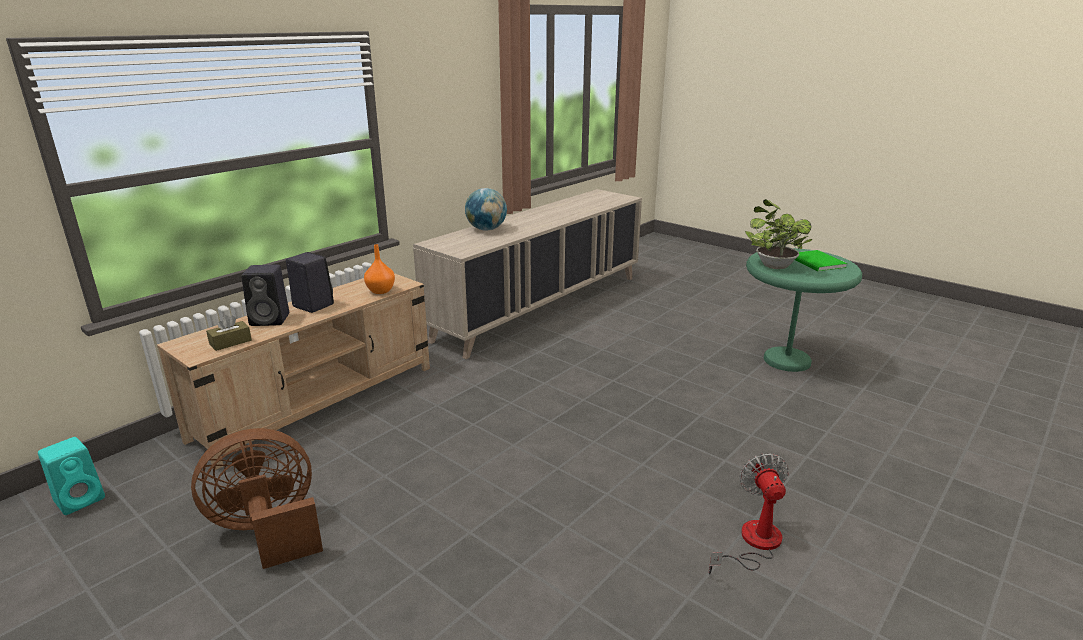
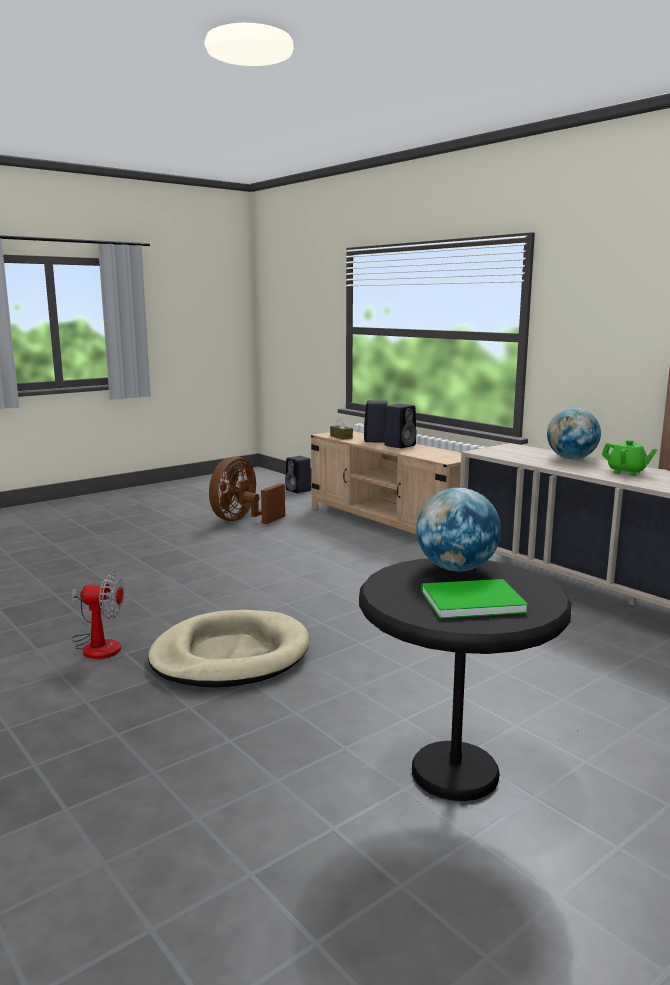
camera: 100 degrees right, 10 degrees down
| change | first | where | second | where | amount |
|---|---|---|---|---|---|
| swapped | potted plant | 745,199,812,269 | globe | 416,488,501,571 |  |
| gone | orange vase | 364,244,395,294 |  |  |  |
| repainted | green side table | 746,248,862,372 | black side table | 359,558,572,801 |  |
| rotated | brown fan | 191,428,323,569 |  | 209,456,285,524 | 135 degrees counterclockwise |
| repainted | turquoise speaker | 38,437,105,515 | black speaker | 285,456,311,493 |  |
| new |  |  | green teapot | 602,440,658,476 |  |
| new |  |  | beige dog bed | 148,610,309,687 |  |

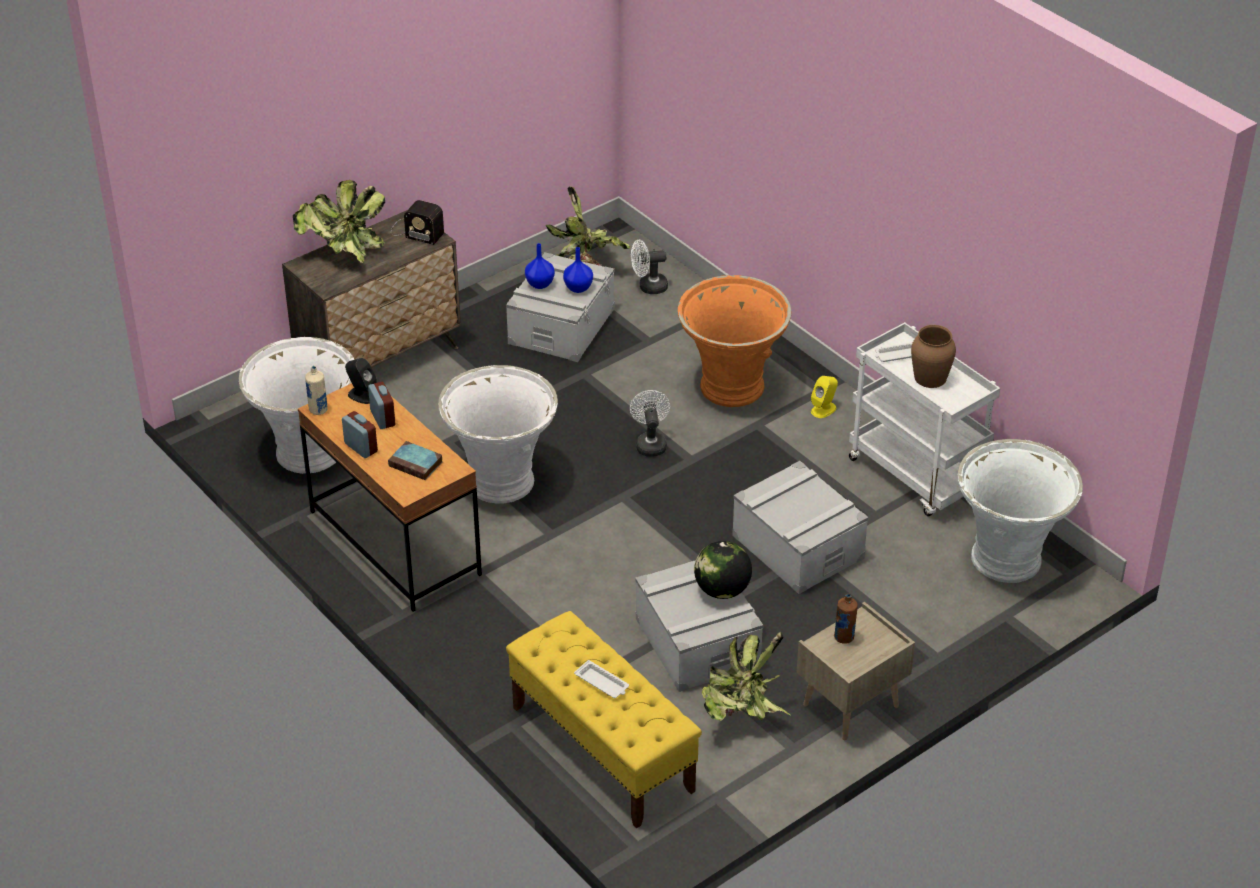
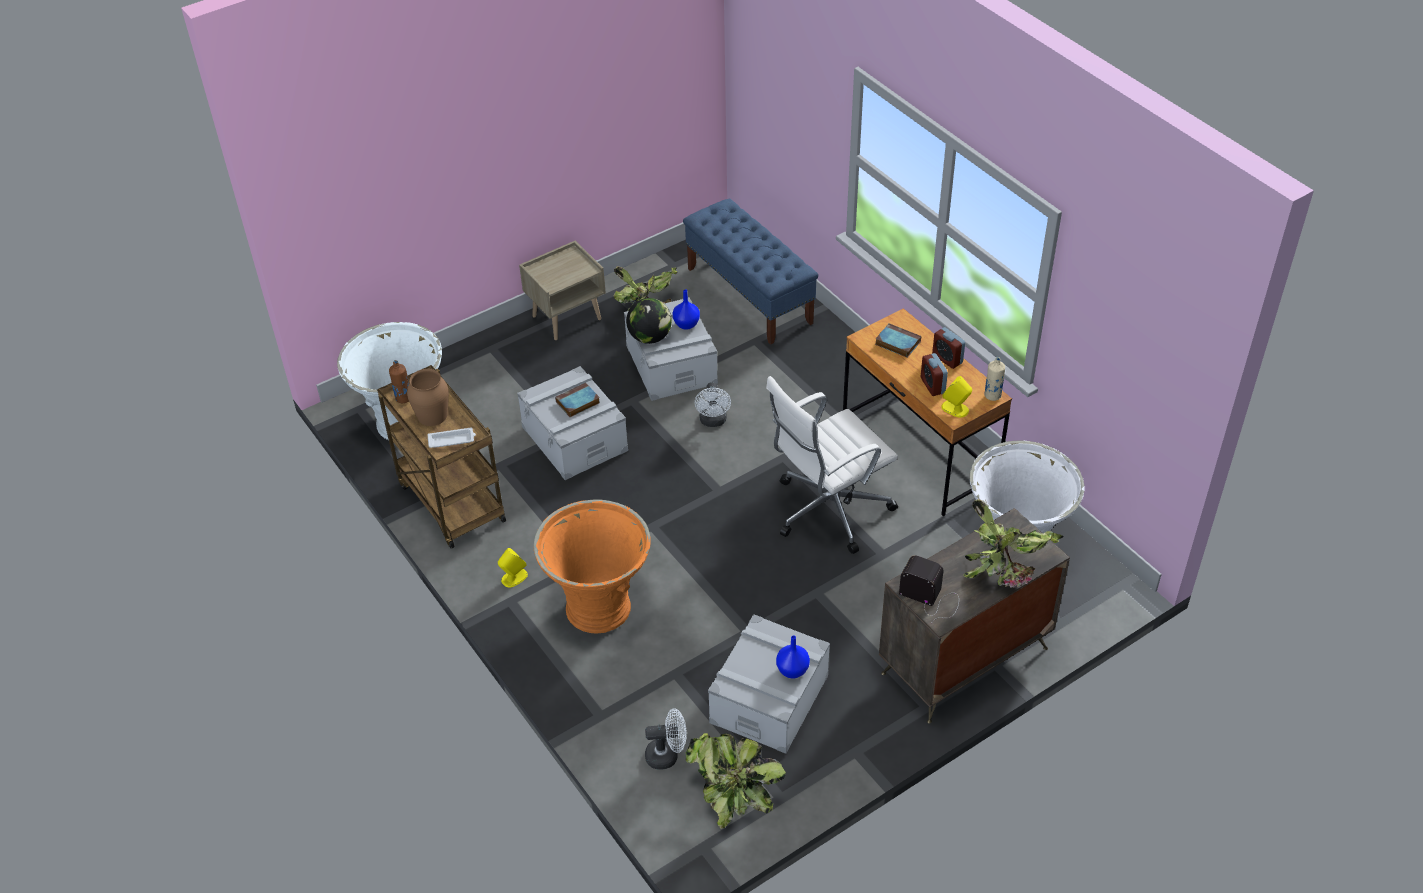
camera: 175 degrees left, 5 degrees up
| change | first | where | second | where | amount |
|---|---|---|---|---|---|
| shifted | blue vase | 563,247,593,293 |  | 672,289,700,330 |  |
| repainted | white cart | 849,322,1000,516 | brown cart | 377,365,506,549 |  |
| repainted | black speaker | 345,358,377,404 | yellow speaker | 941,376,972,418 |  |
| swapped | white planter | 438,365,558,504 | white office chair | 766,376,898,554 |  |
| shifted | white fan | 630,390,670,457 |  | 695,382,731,427 |  |
| shifted | brown bottle | 834,594,858,644 |  | 389,360,409,403 |  |
| repainted | yellow bench | 506,611,702,828 | blue bench | 683,198,818,345 |  |
| gone | white tray | 574,660,629,698 |  |  |  |
| new |  |  | book | 555,383,600,417 |  |

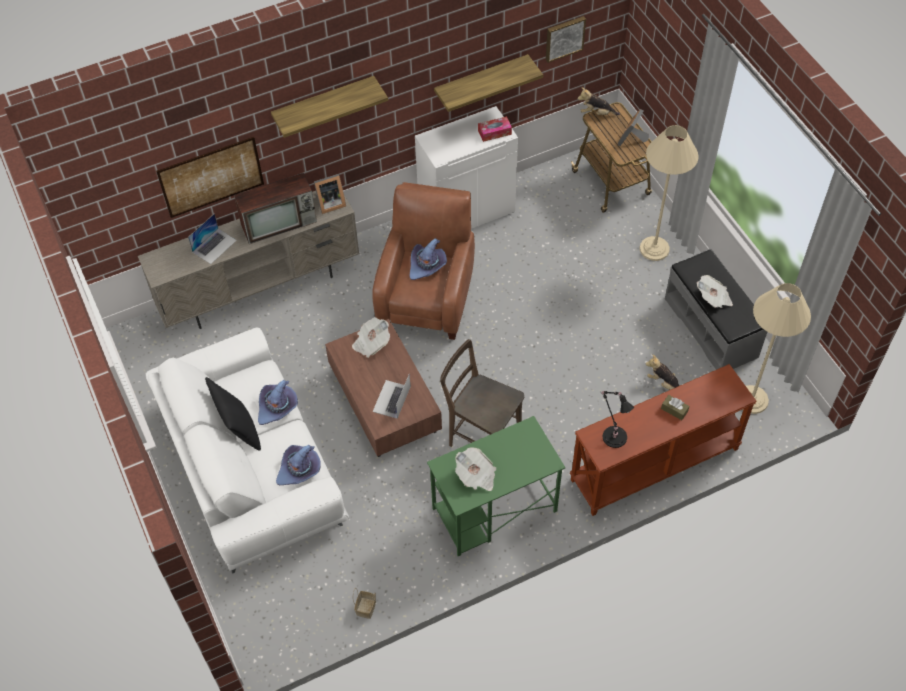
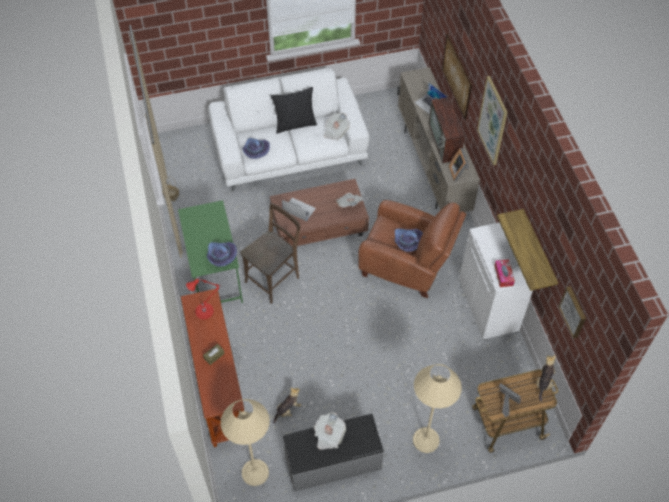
camera: 100 degrees right, 0 degrees up
| change | first | where | second | where | amount |
|---|---|---|---|---|---|
| swapped | shelf | 271,76,388,138 | picture | 477,76,508,165 |  |
| shifted | purple hat | 258,380,298,425 |  | 207,242,237,267 |  |
| repainted | black table lamp | 601,391,634,448 | red table lamp | 186,277,221,319 |  |
| shifted | newspaper | 455,447,496,491 |  | 324,113,350,141 |  |

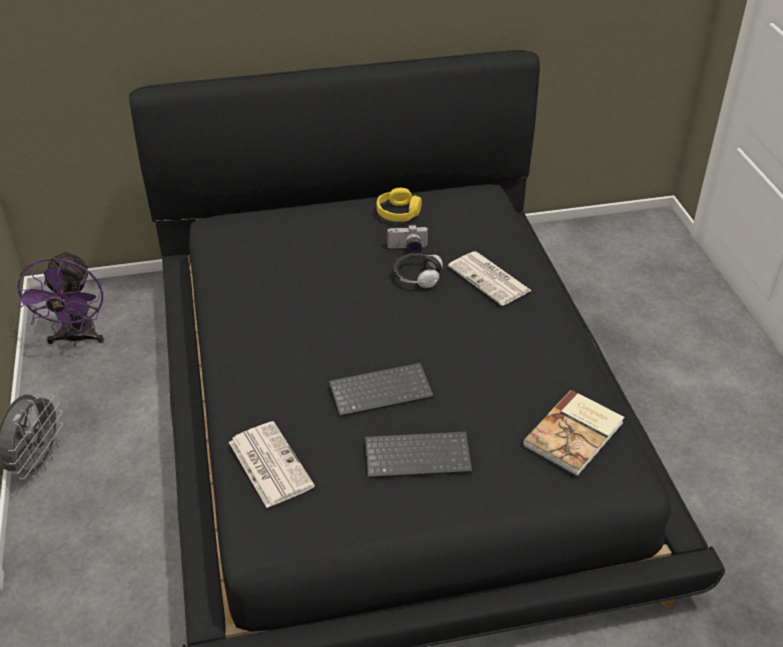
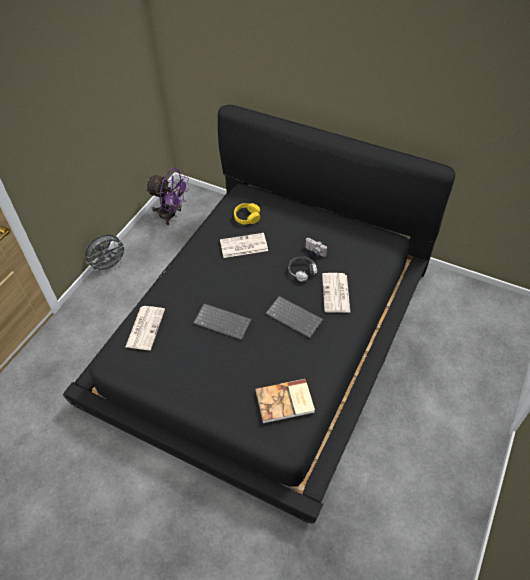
camera: 40 degrees right, 10 degrees up
| change | first | where | second | where | amount |
|---|---|---|---|---|---|
| shifted | yellow headphones | 376,188,422,222 |  | 234,203,260,225 |  |
| rotated | purple fan | 15,250,104,346 |  | 146,168,189,225 | 105 degrees counterclockwise |
| shifted | keyboard | 365,432,472,479 |  | 265,296,323,338 |  |
| new |  |  | newspaper | 220,233,268,258 |  |

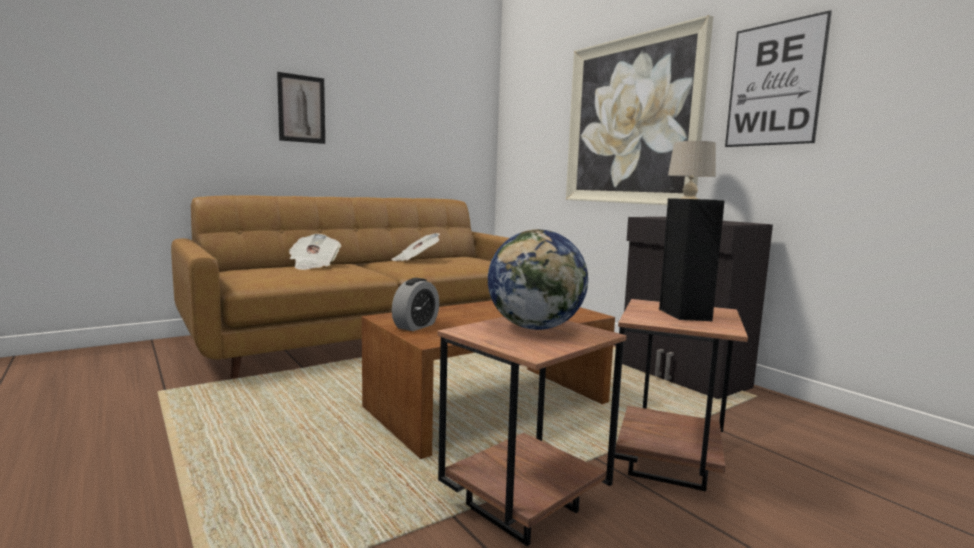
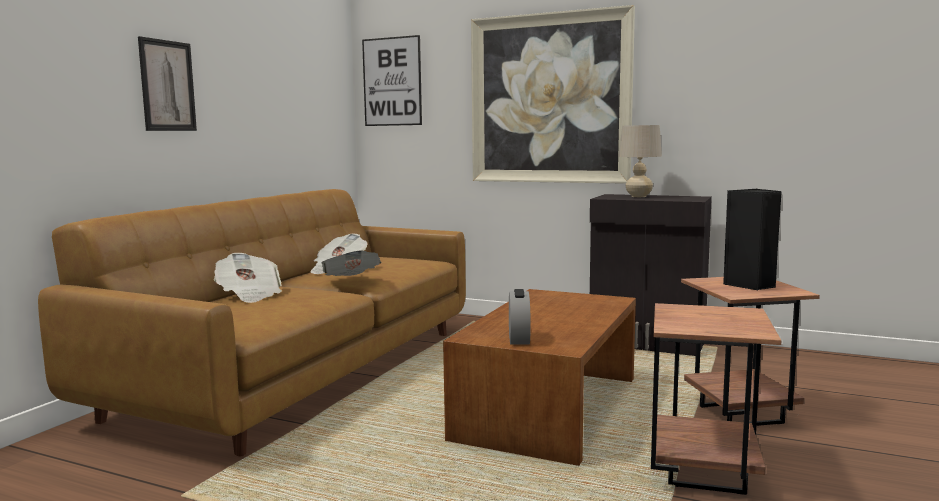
camera: 30 degrees left, 0 degrees up
| change | first | where | second | where | amount |
|---|---|---|---|---|---|
| shifted | picture | 725,10,832,147 |  | 362,35,422,126 |  |
| gone | globe | 488,229,588,330 |  |  |  |
| new |  |  | newspaper | 321,251,381,276 |  |

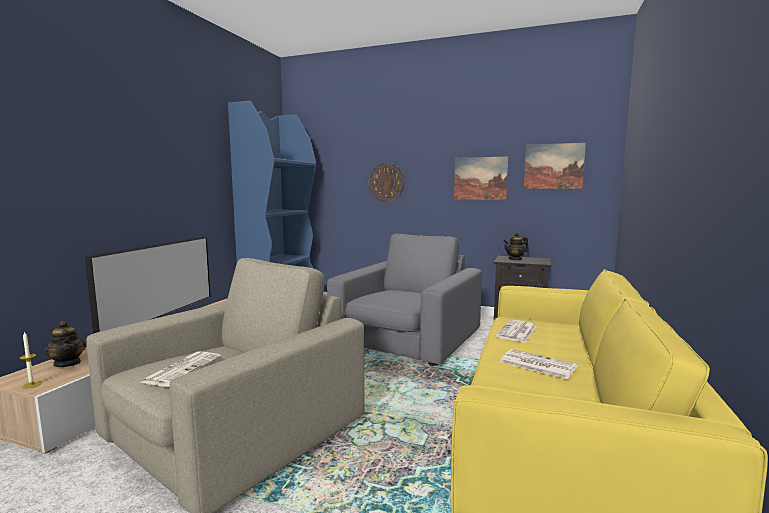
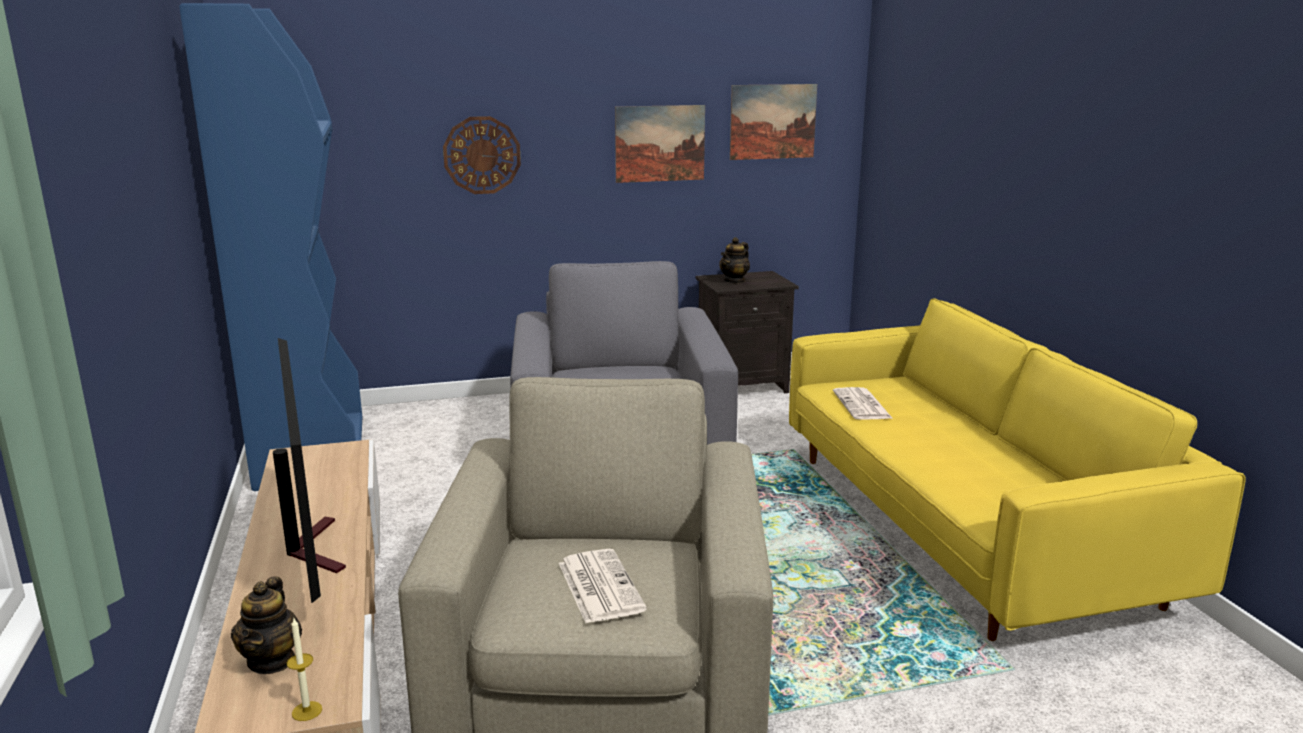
camera: 35 degrees left, 10 degrees up
| change | first | where | second | where | amount |
|---|---|---|---|---|---|
| rotated | teapot | 44,321,86,367 |  | 231,577,302,674 | 75 degrees clockwise |
| gone | newspaper | 500,349,577,379 |  |  |  |

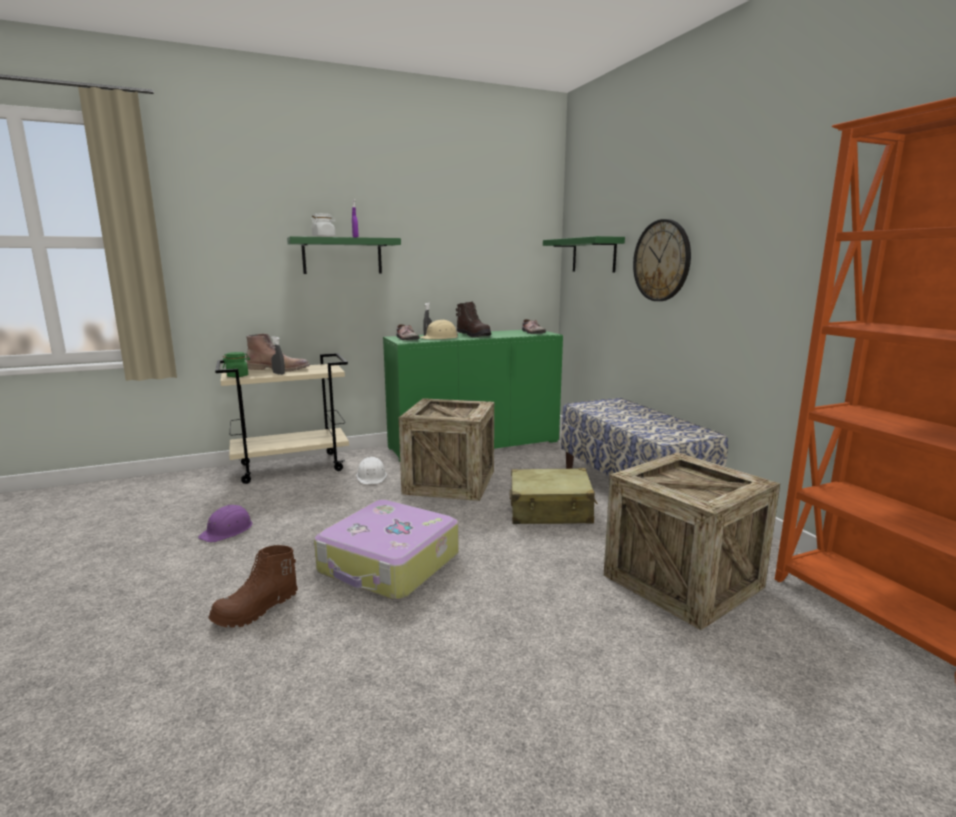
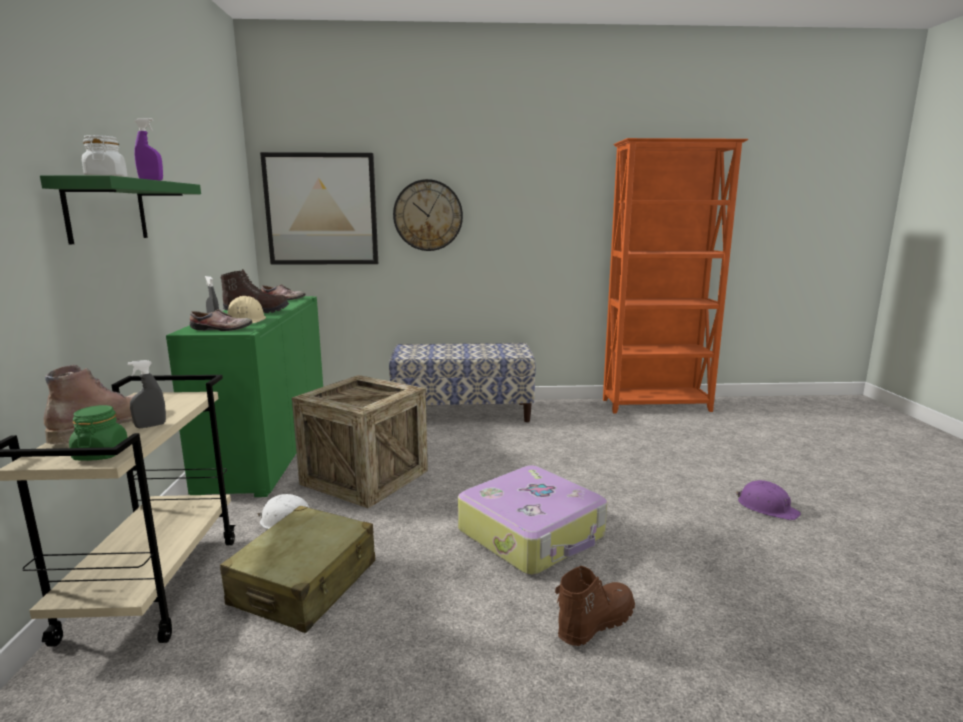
camera: 70 degrees left, 0 degrees up
| change | first | where | second | where | amount |
|---|---|---|---|---|---|
| swapped | green shelf | 543,236,625,273 | picture | 260,152,378,265 |  |
| gone | crate | 604,452,780,630 |  |  |  |
| shifted | beige suitcase | 510,468,598,524 |  | 220,506,375,633 |  |
| shifted | purple hard hat | 198,505,252,542 |  | 736,480,801,520 |  |
| rotated | brown boot | 209,545,298,627 |  | 555,566,635,646 | 105 degrees counterclockwise |

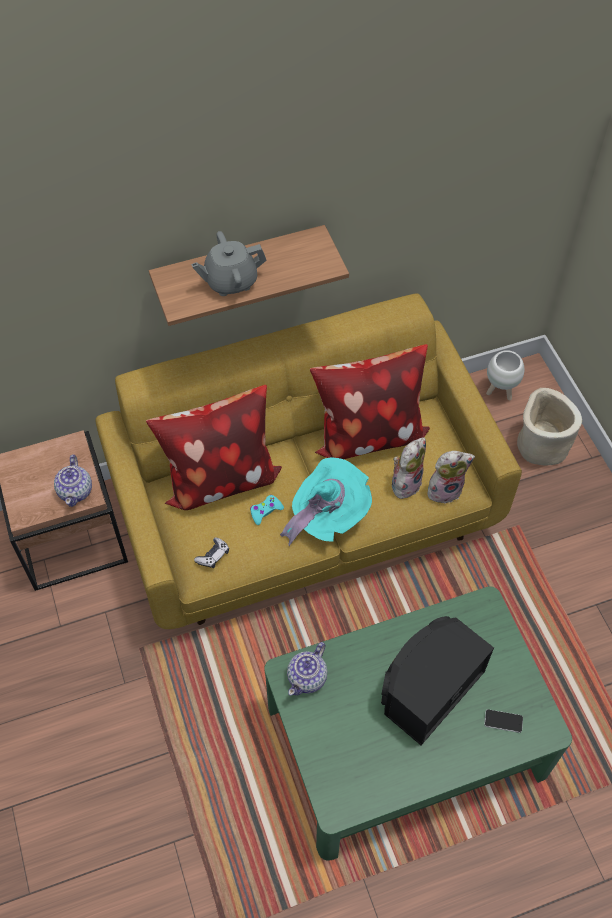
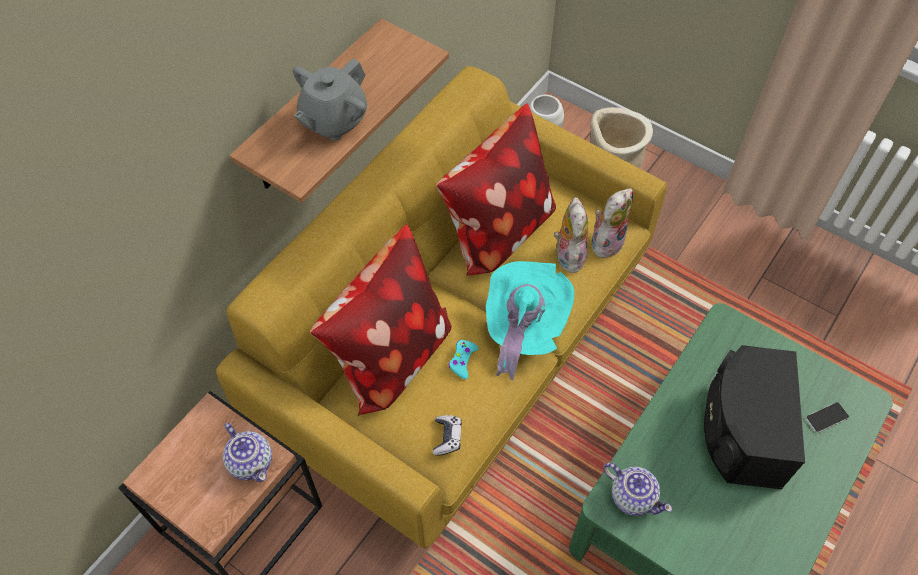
camera: 35 degrees left, 0 degrees up
| change | first | where | second | where | amount |
|---|---|---|---|---|---|
| rotated | teapot | 287,642,327,696 |  | 603,463,673,516 | 45 degrees counterclockwise |

